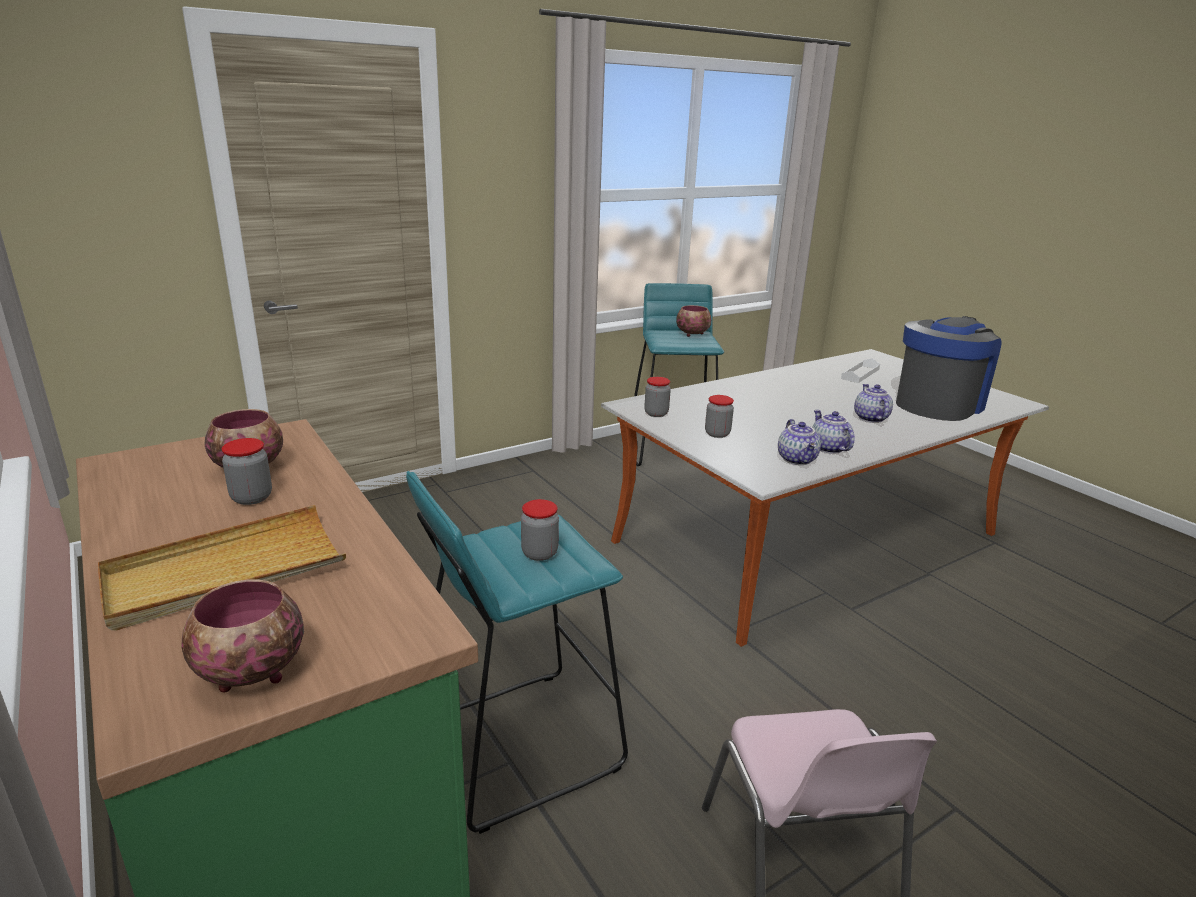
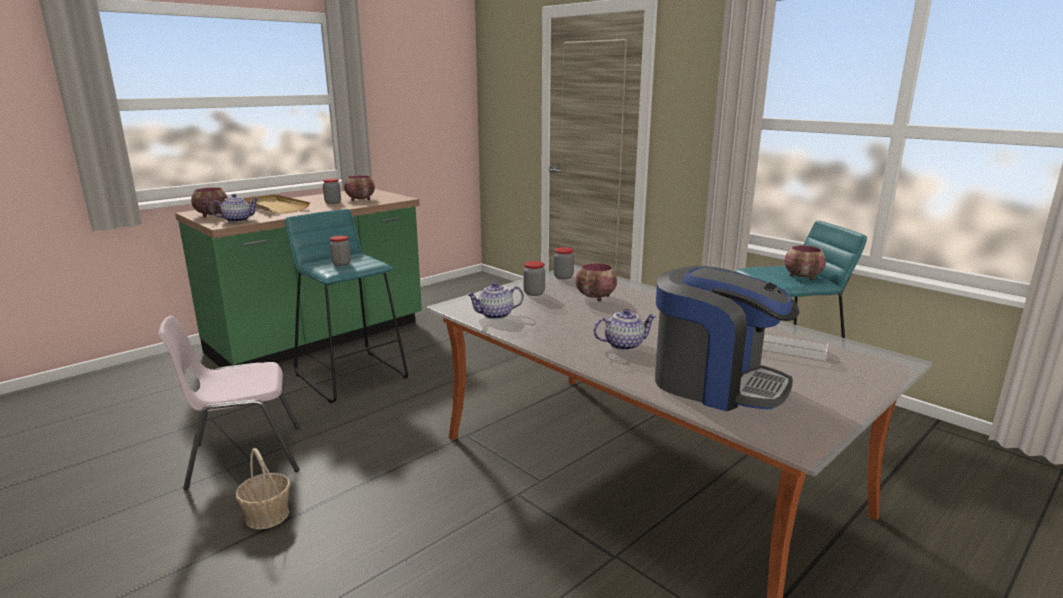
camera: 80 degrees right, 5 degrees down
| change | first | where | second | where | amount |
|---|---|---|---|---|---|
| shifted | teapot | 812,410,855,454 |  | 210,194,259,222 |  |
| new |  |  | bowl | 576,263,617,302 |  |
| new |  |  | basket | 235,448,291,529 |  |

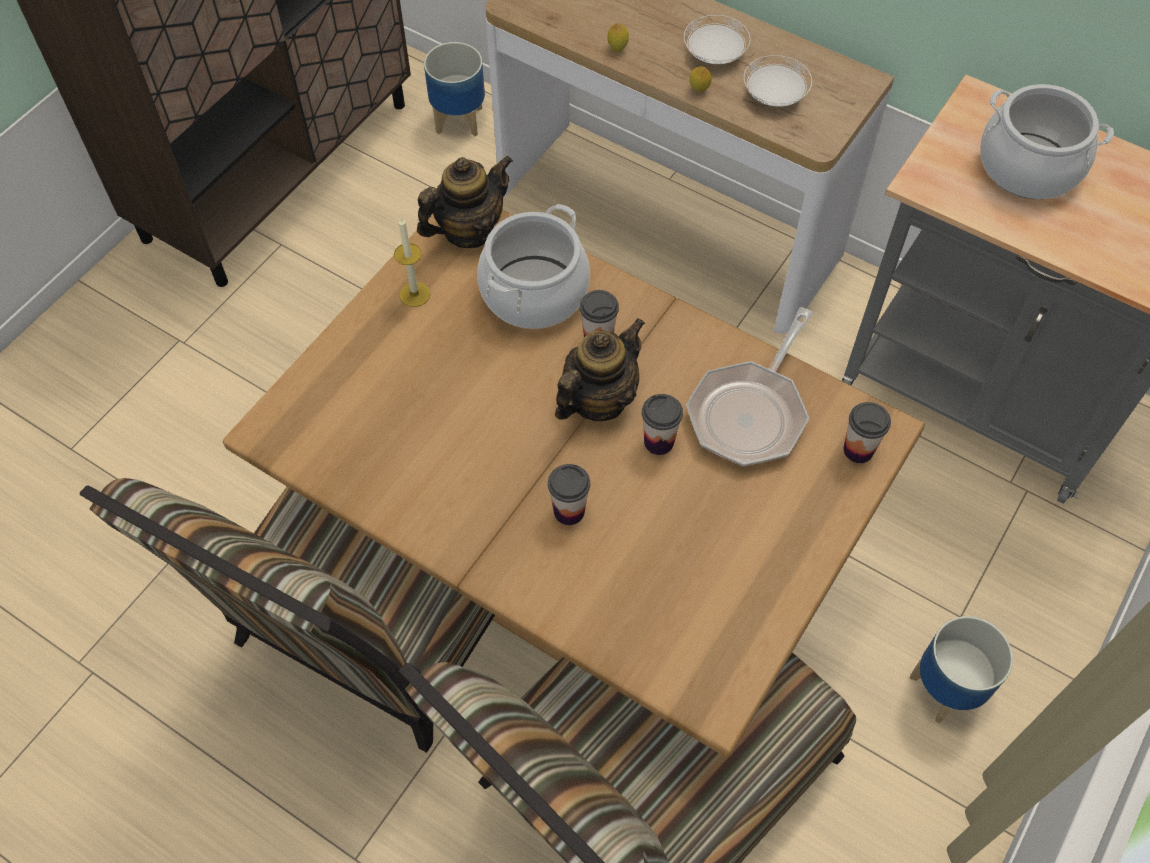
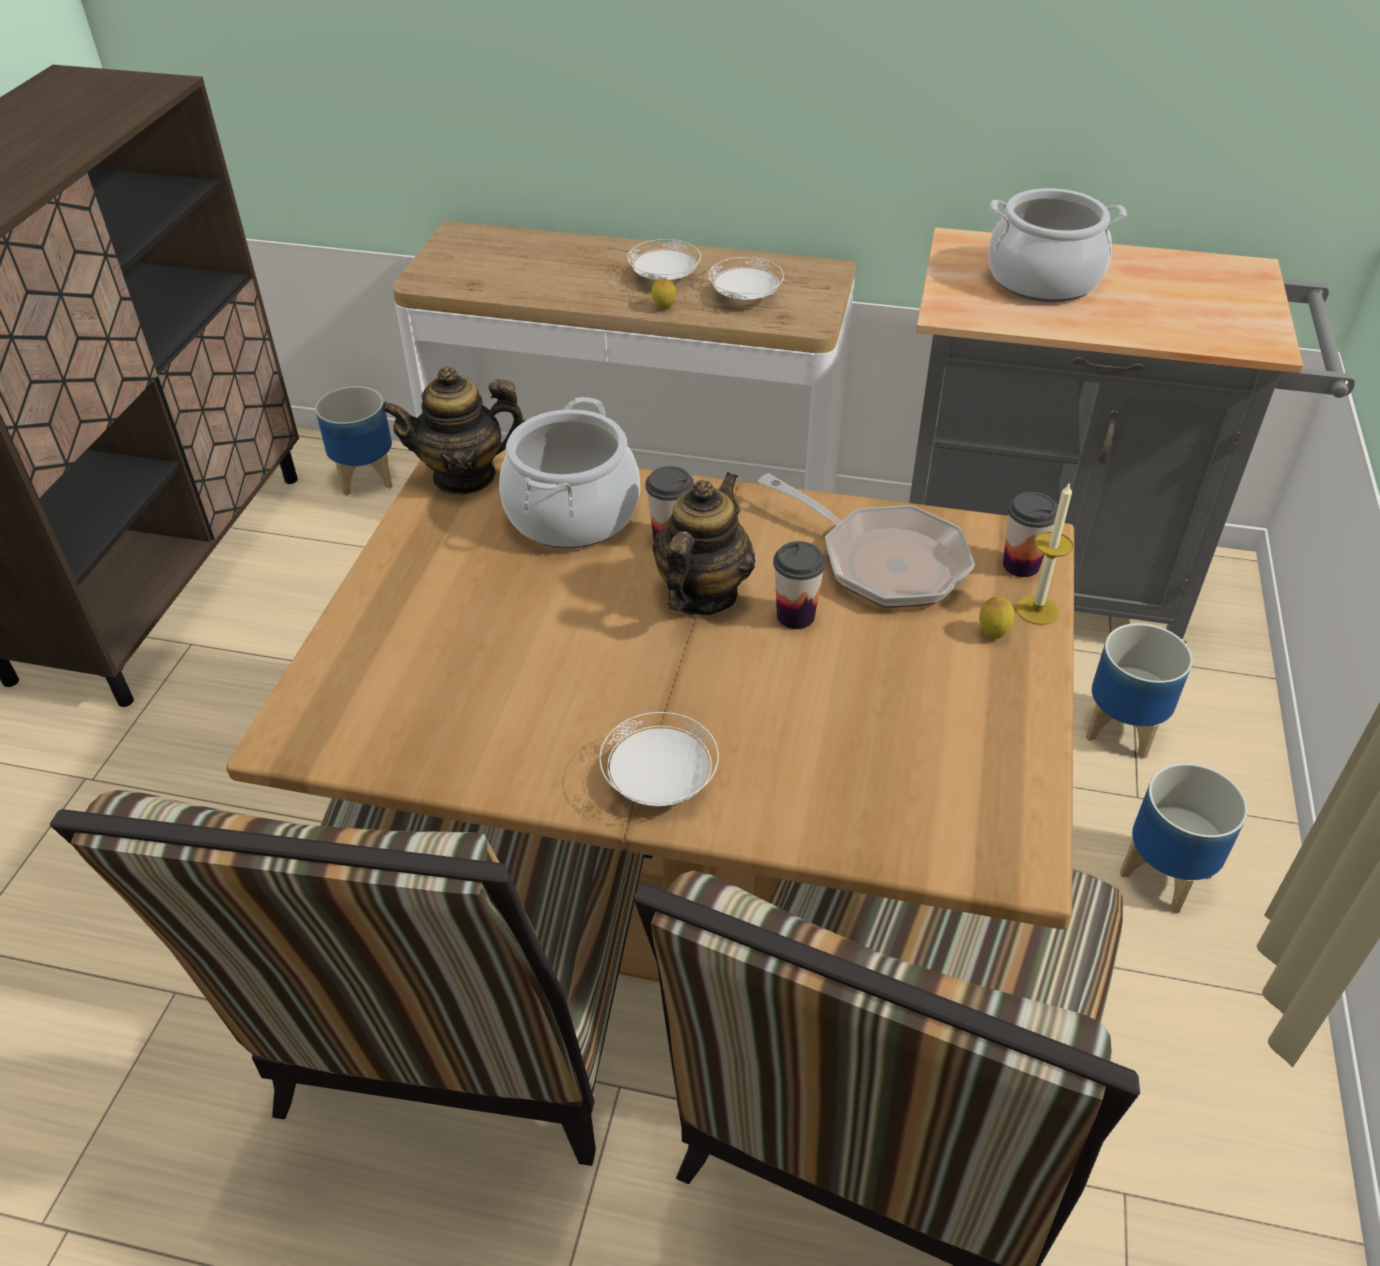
camera: 20 degrees left, 15 degrees down
| change | first | where | second | where | amount |
|---|---|---|---|---|---|
| shifted | lemon | 607,23,629,52 |  | 979,596,1014,639 |  |
| rotated | teapot | 417,155,513,248 |  | 381,366,526,495 | 135 degrees counterclockwise |
| shifted | candle | 394,217,431,307 |  | 1016,482,1073,625 |  |
| rotated | frying pan | 686,307,813,466 |  | 758,473,975,608 | 60 degrees counterclockwise |
| gone | cup | 548,464,590,525 |  |  |  |
| new |  |  | planter | 1086,623,1193,759 |  |
| new |  |  | white plate | 599,712,719,806 |  |

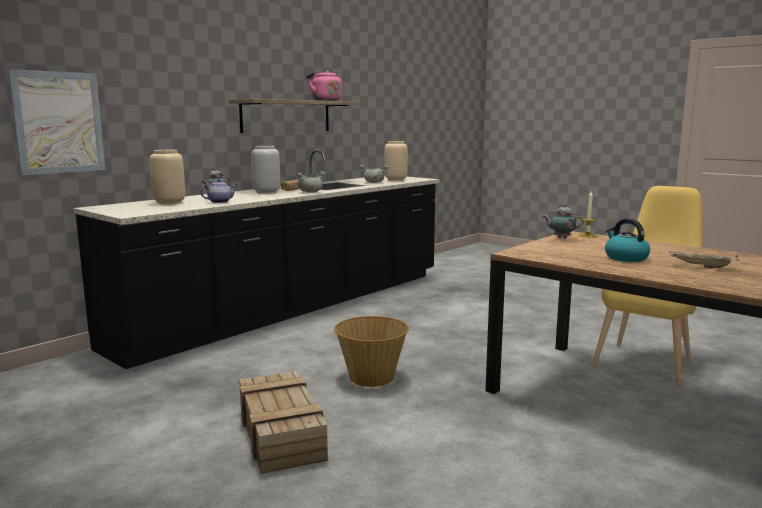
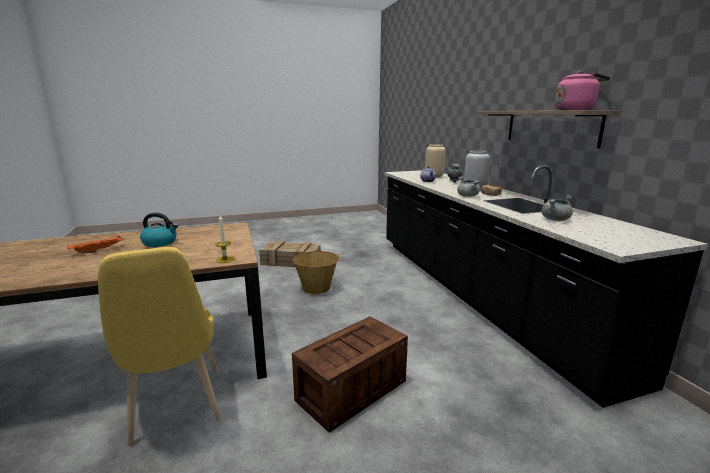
camera: 120 degrees right, 5 degrees up
| change | first | where | second | where | amount |
|---|---|---|---|---|---|
| gone | picture | 7,69,106,175 |  |  |  |
| gone | beige vase | 384,141,408,181 |  |  |  |
| gone | teapot | 543,204,584,239 |  |  |  |
| repainted | beige tray | 669,251,739,269 | orange tray | 67,235,124,253 |  |
| new |  |  | crate | 292,316,408,433 |  |

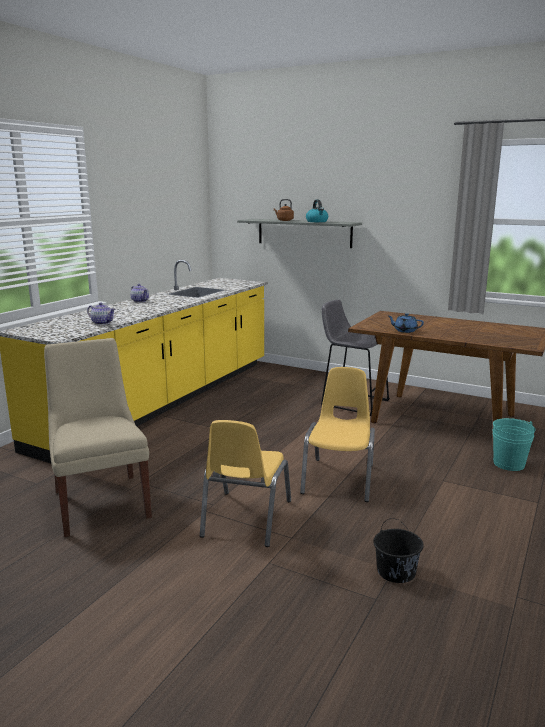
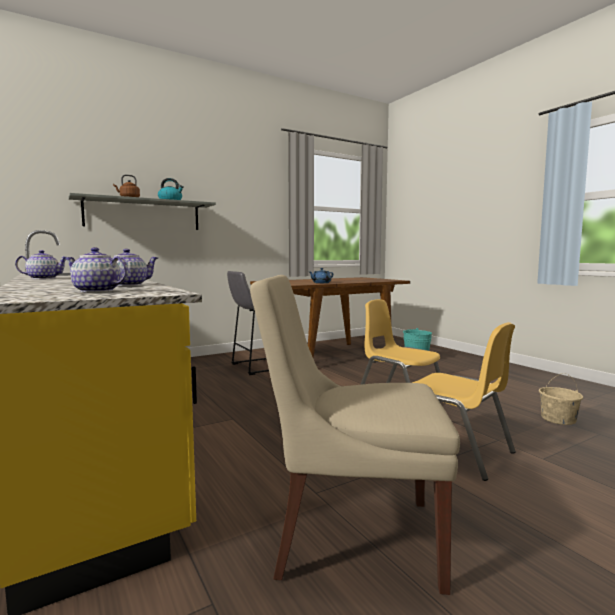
camera: 60 degrees left, 10 degrees down
| change | first | where | second | where | amount |
|---|---|---|---|---|---|
| repainted | black bucket | 373,518,424,583 | beige bucket | 539,373,583,425 |  |
| new |  |  | teapot | 65,247,128,293 |  |

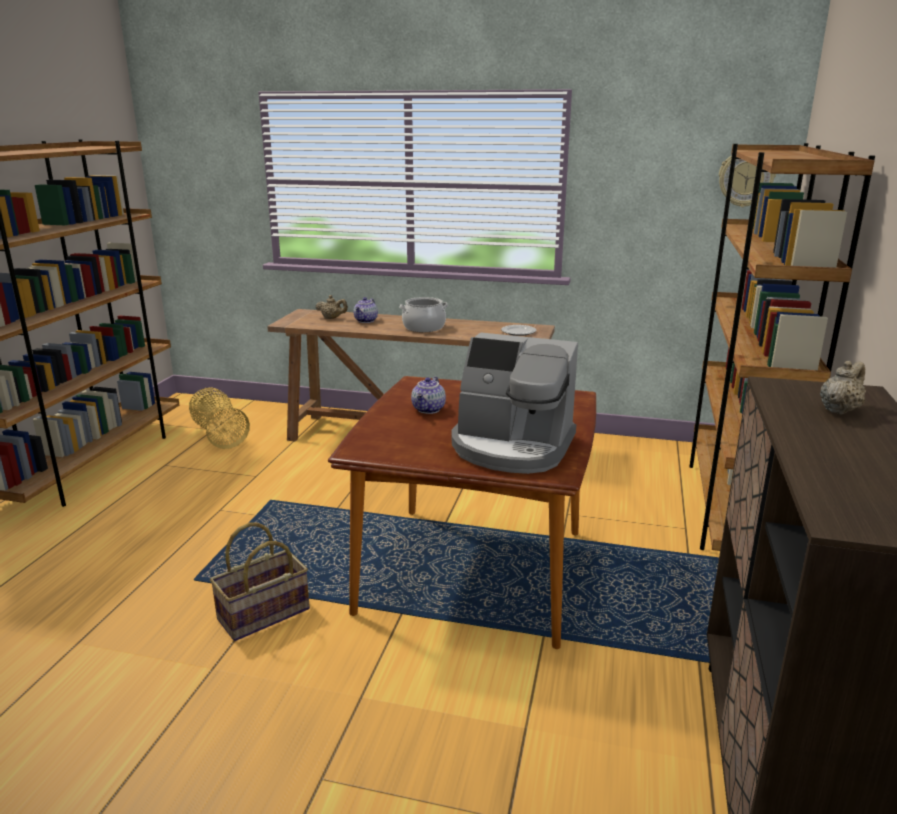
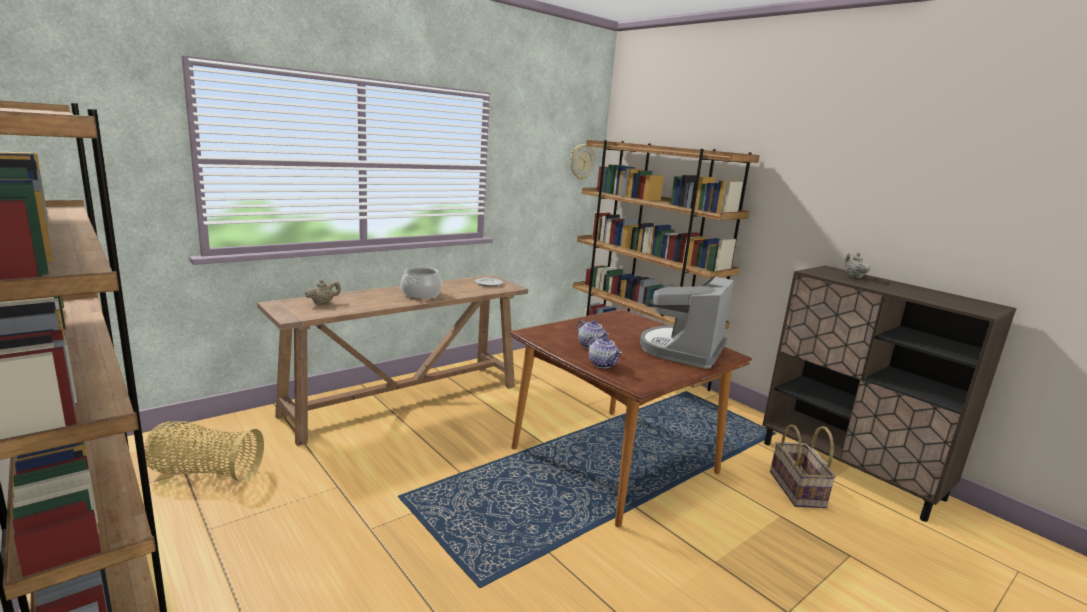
camera: 55 degrees left, 5 degrees down
| change | first | where | second | where | amount |
|---|---|---|---|---|---|
| shifted | teapot | 353,297,378,323 |  | 588,336,622,368 |  |
| rotated | coffee machine | 452,332,578,474 |  | 640,276,734,369 | 150 degrees clockwise |
| shifted | basket | 210,523,310,641 |  | 770,425,836,508 |  |

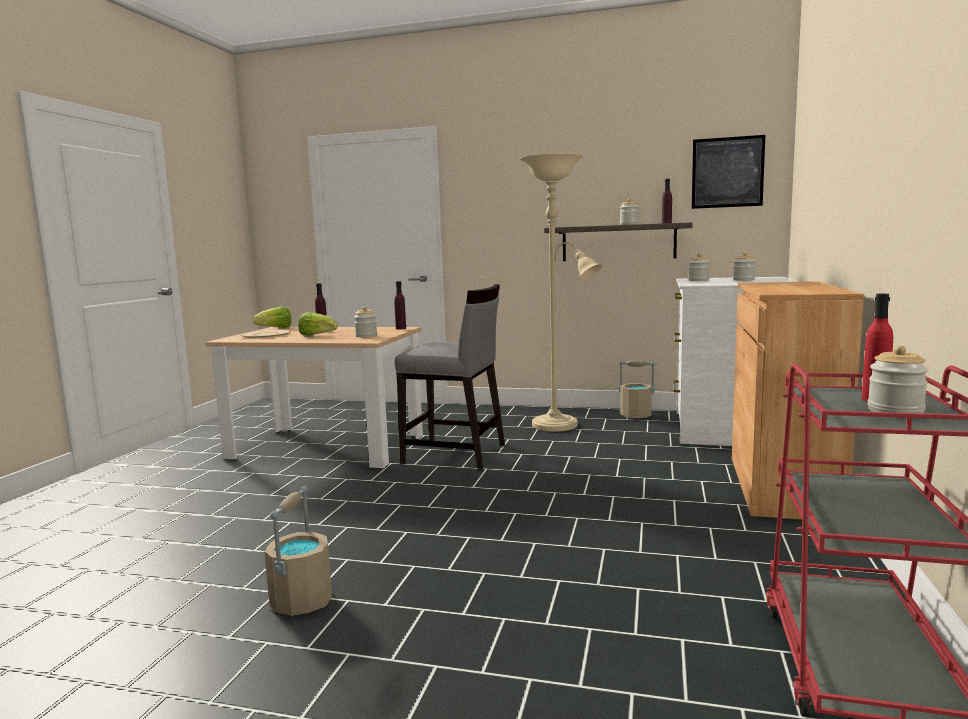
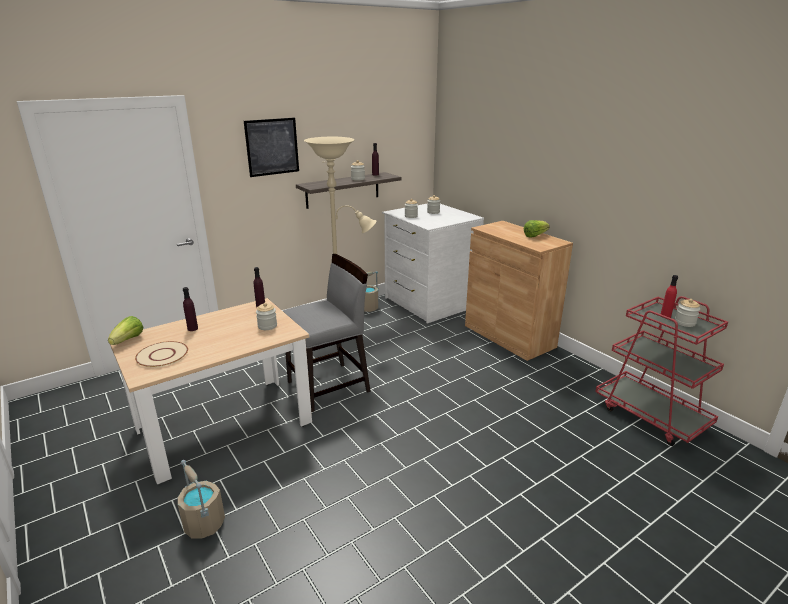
camera: 50 degrees left, 15 degrees up
| change | first | where | second | where | amount |
|---|---|---|---|---|---|
| shifted | picture | 692,135,765,209 |  | 244,118,299,177 |  |
| shifted | lettuce | 298,312,338,336 |  | 524,220,550,237 |  |
| shifted | beige bucket | 264,487,332,616 |  | 178,460,225,539 |  |

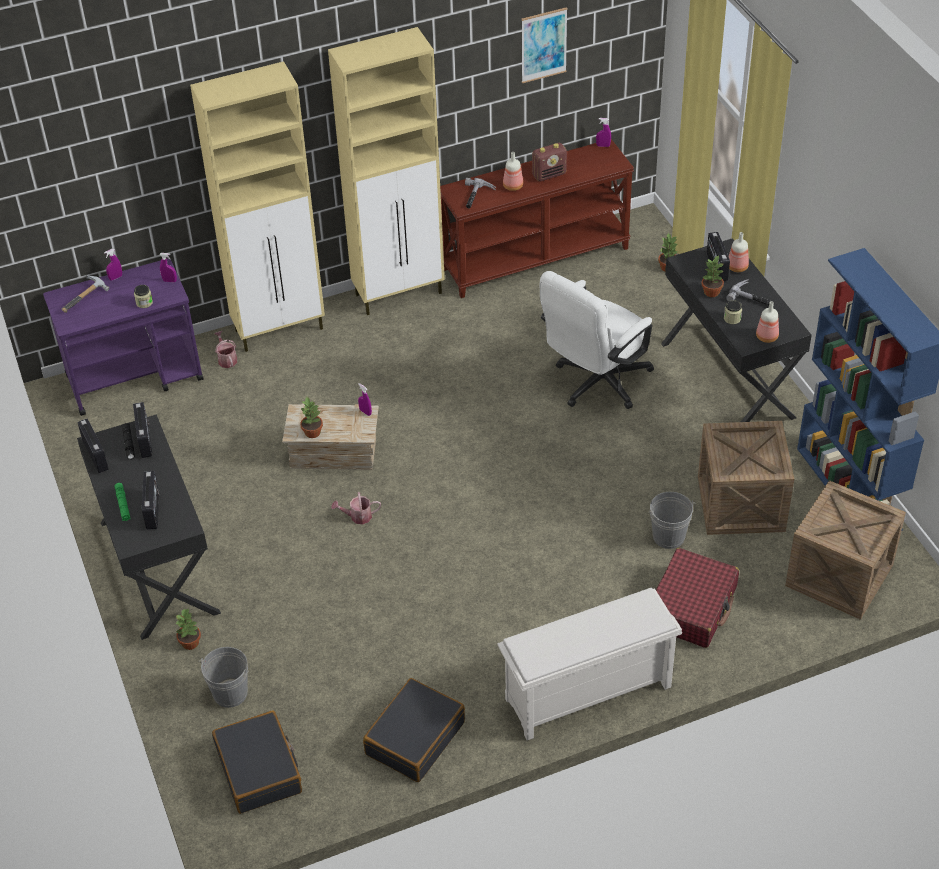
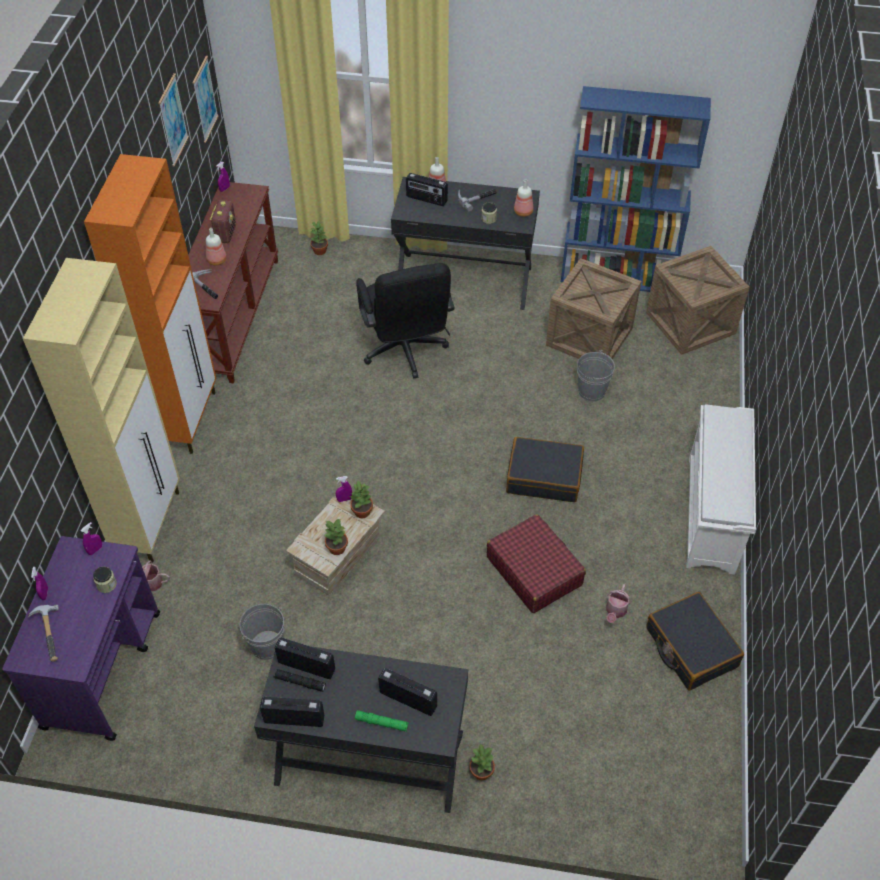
camera: 60 degrees left, 5 degrees up
| change | first | where | second | where | amount |
|---|---|---|---|---|---|
| repainted | beige cabinet | 328,27,445,315 | orange cabinet | 84,154,216,454 |  |
| shifted | potted plant | 702,256,725,297 |  | 350,481,373,518 |  |
| repainted | white office chair | 540,271,654,409 | black office chair | 356,263,454,379 |  |
| shifted | watering can | 331,492,381,524 |  | 606,584,631,623 |  |
| shifted | red suitcase | 656,548,739,648 |  | 487,514,586,613 |  |
| shifted | grey bucket | 199,647,248,708 |  | 240,604,284,660 |  |
| shifted | black suitcase | 212,710,302,814 |  | 506,437,584,502 |  |
| new |  |  | picture | 192,56,219,143 |  |

